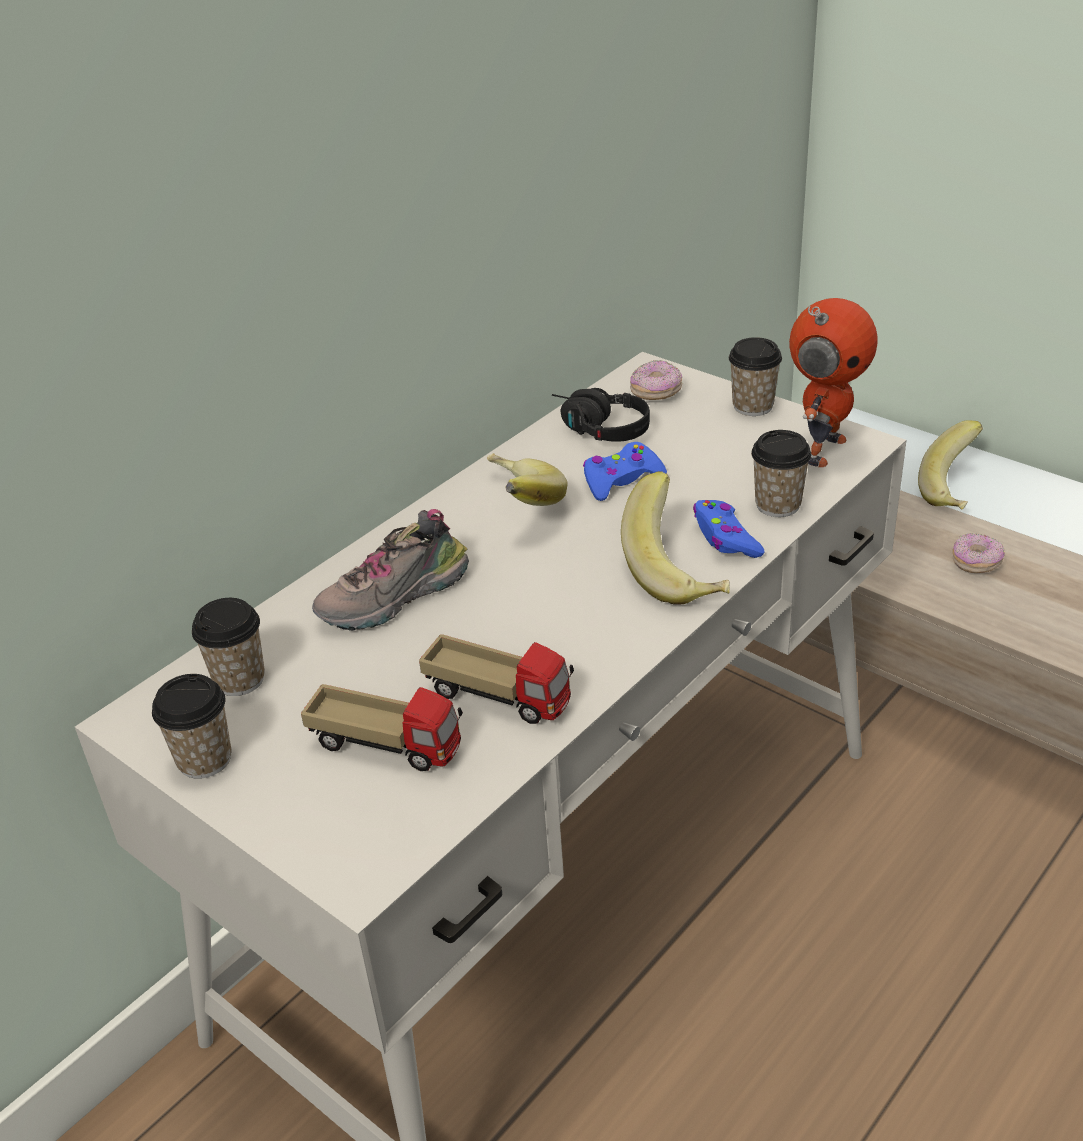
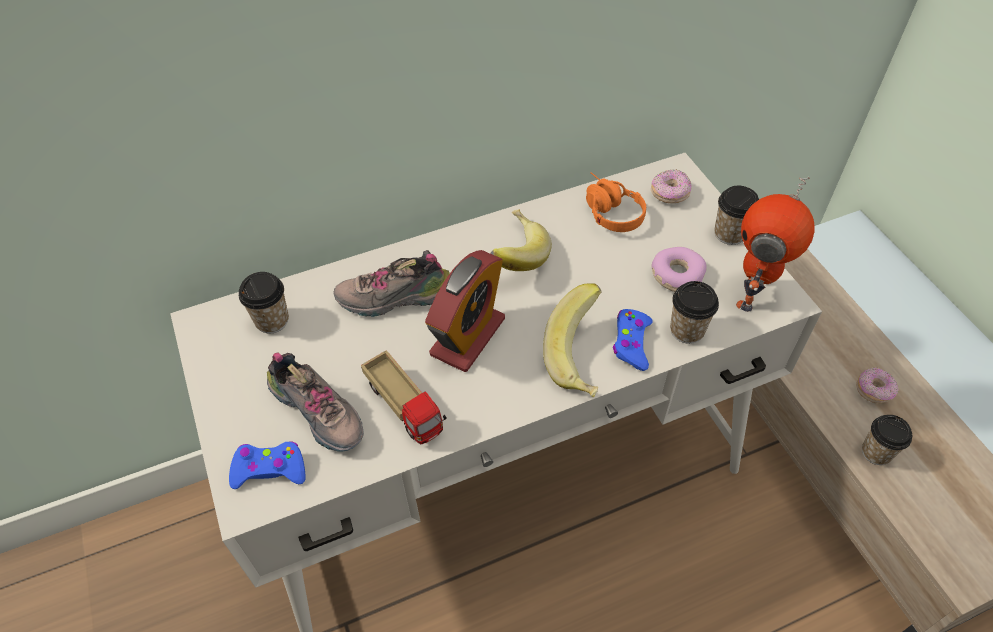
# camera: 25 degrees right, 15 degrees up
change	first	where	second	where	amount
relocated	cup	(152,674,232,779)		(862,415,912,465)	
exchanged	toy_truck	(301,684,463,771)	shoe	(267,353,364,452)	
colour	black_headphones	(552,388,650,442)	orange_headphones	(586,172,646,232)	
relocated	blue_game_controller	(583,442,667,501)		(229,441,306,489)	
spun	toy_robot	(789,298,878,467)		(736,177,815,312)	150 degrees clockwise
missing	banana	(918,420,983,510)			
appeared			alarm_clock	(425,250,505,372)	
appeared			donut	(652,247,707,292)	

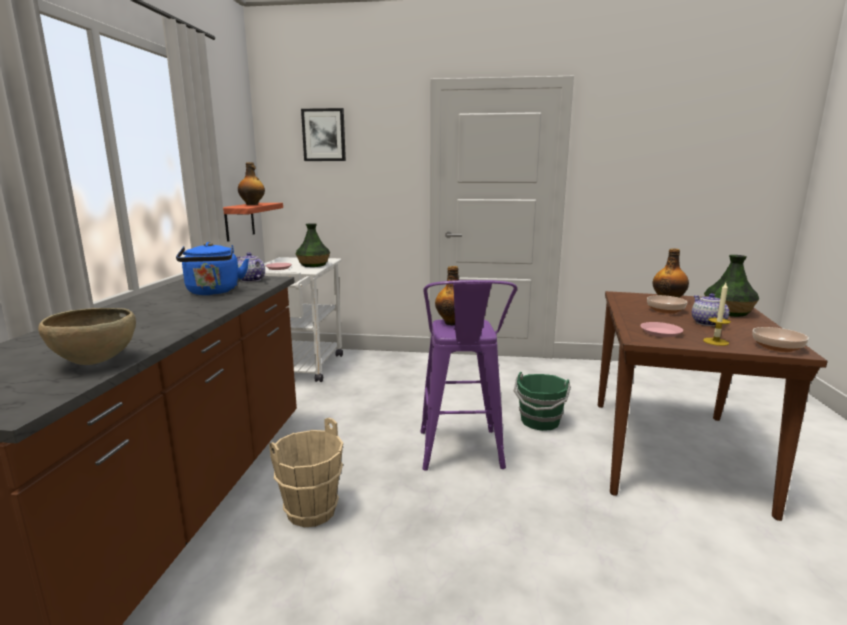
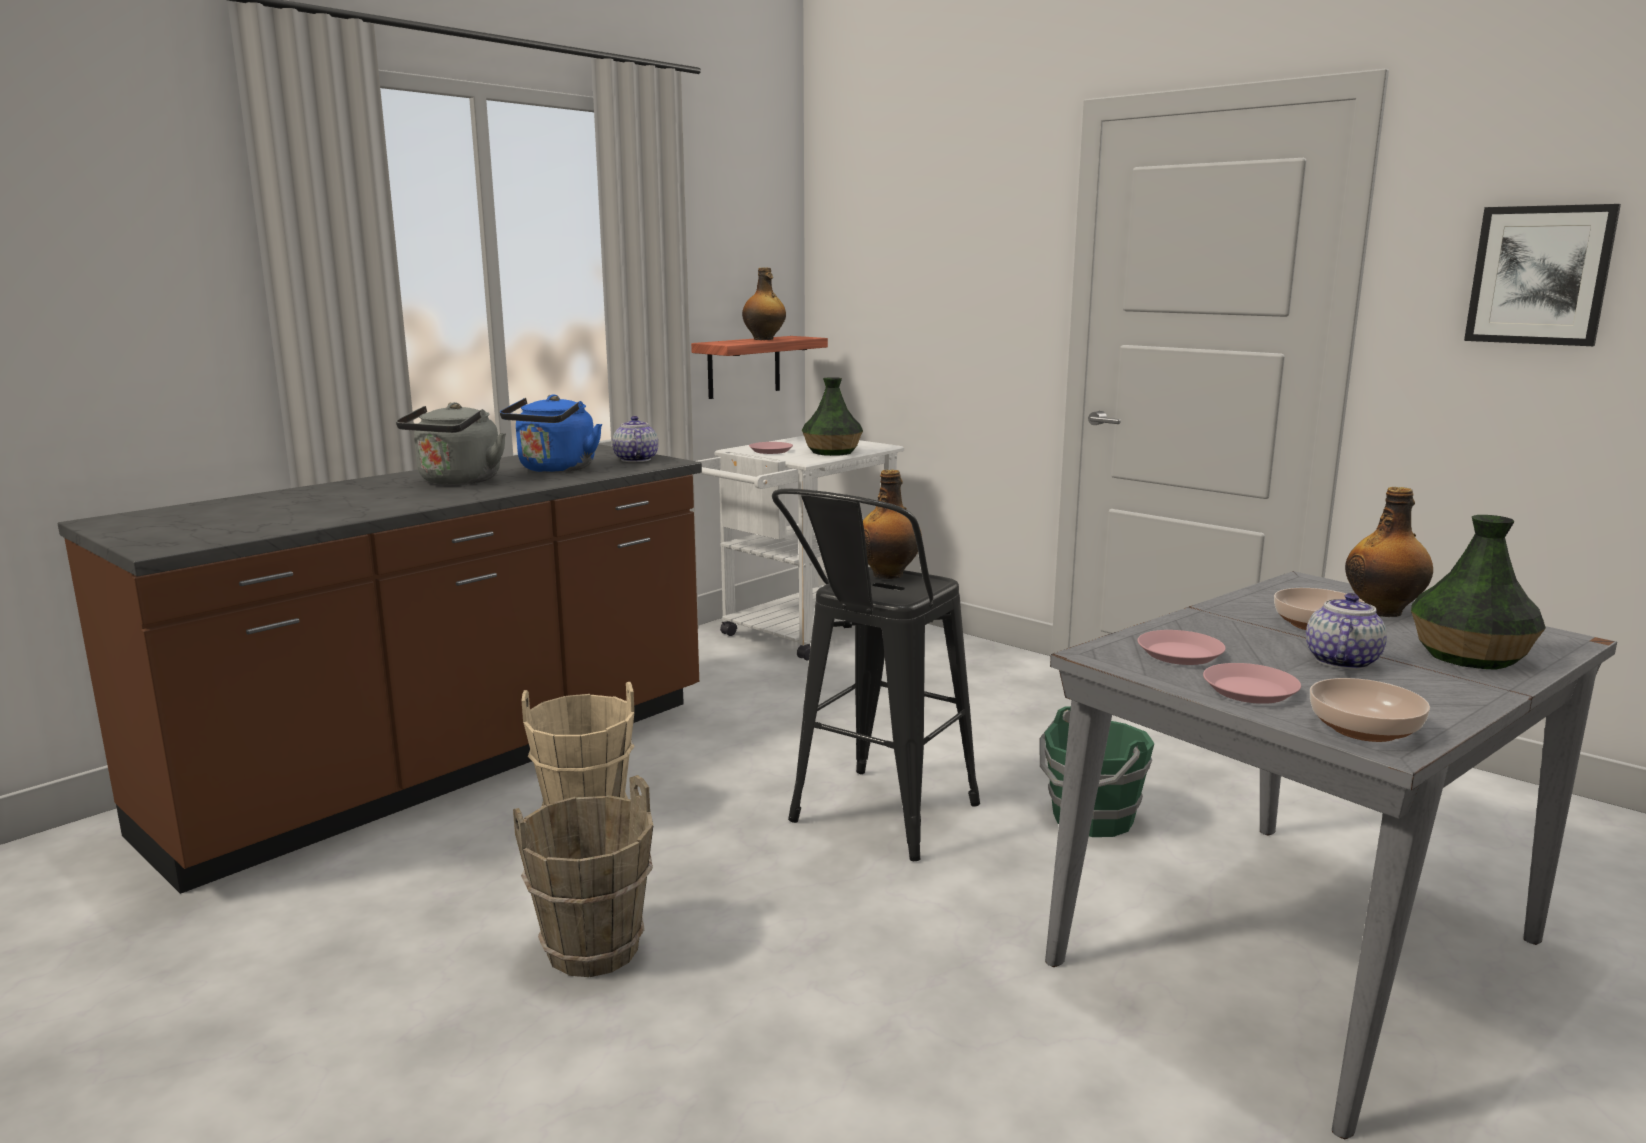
# camera: 35 degrees right, 0 degrees up
change	first	where	second	where	amount
missing	brown_bowl	(38,308,136,365)			
relocated	picture	(301,108,346,161)		(1464,204,1621,346)	
colour	purple_stool	(421,280,517,471)	black_stool	(772,489,980,861)	
colour	brown_dining_table	(598,291,828,521)	grey_dining_table	(1045,571,1617,1139)	
exchanged	candle	(703,283,731,346)	pink_plate	(1203,663,1301,704)	
appeared			grey_kettle	(396,402,506,485)	
appeared			brown_bucket	(513,775,653,977)	

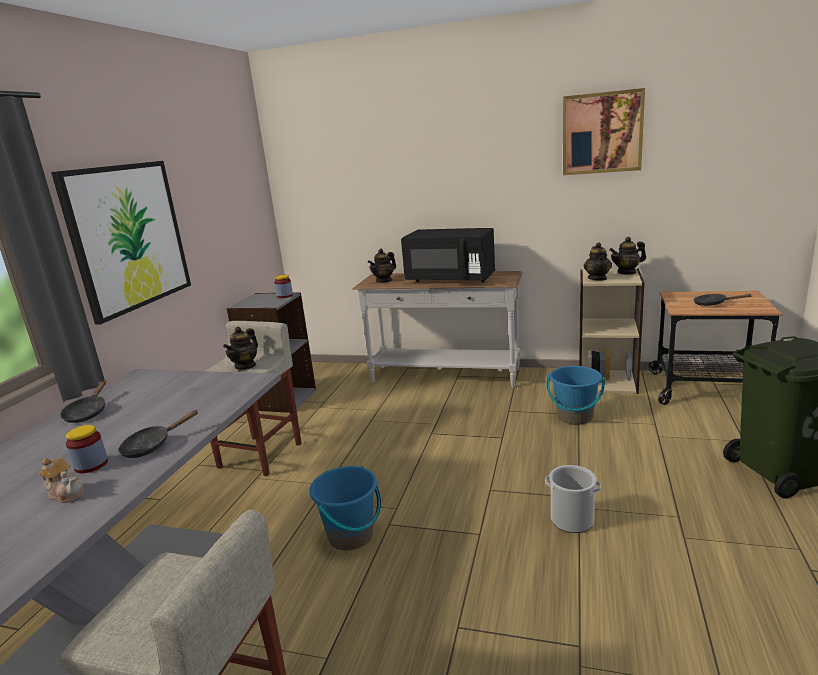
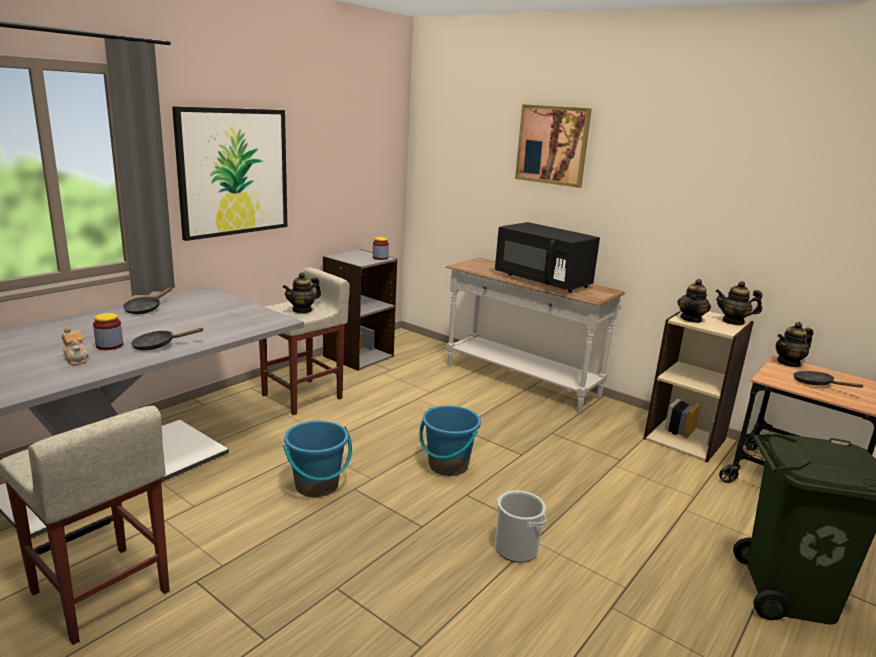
# camera: 20 degrees right, 0 degrees up
change	first	where	second	where	amount
relocated	teapot	(368,249,396,283)		(776,322,813,367)	
relocated	blue_bucket	(547,366,605,425)		(419,405,481,476)	
relocated	picture	(563,88,645,175)		(515,104,592,188)	

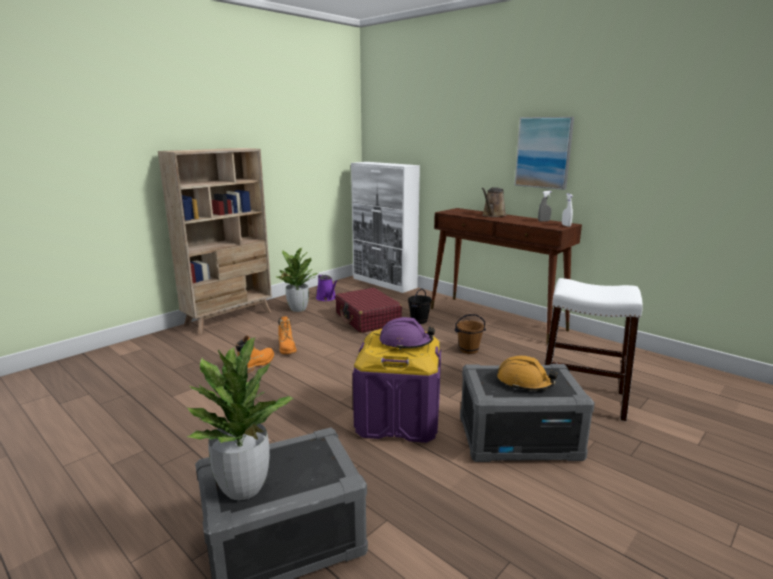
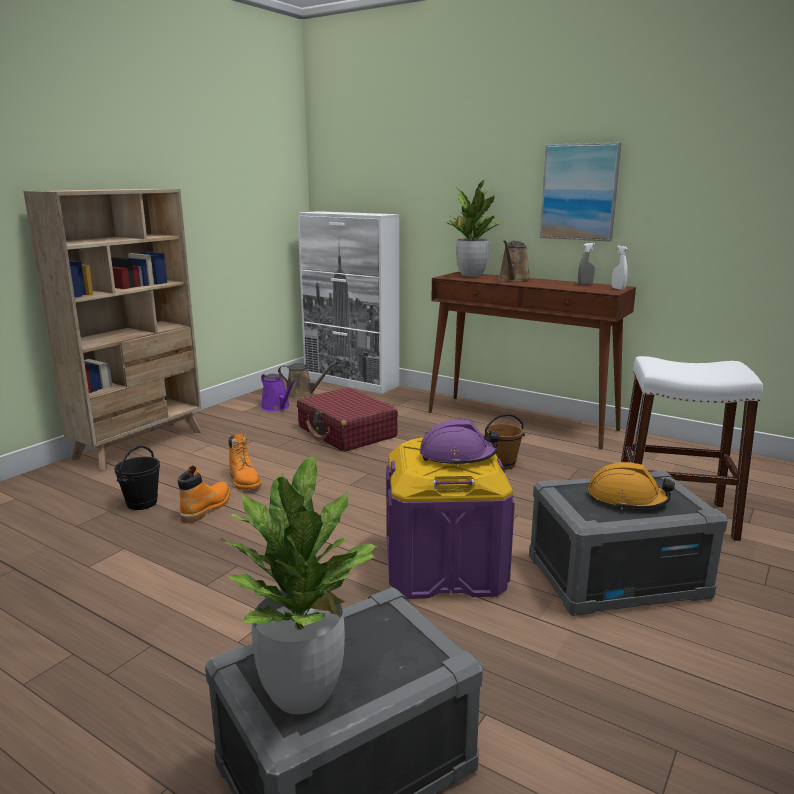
# camera: 10 degrees left, 0 degrees up
change	first	where	second	where	amount
relocated	potted_plant	(275,248,318,312)		(445,180,505,277)	
relocated	black_bucket	(408,288,432,324)		(114,446,160,510)	
appeared			brown_watering_can	(278,362,336,398)	

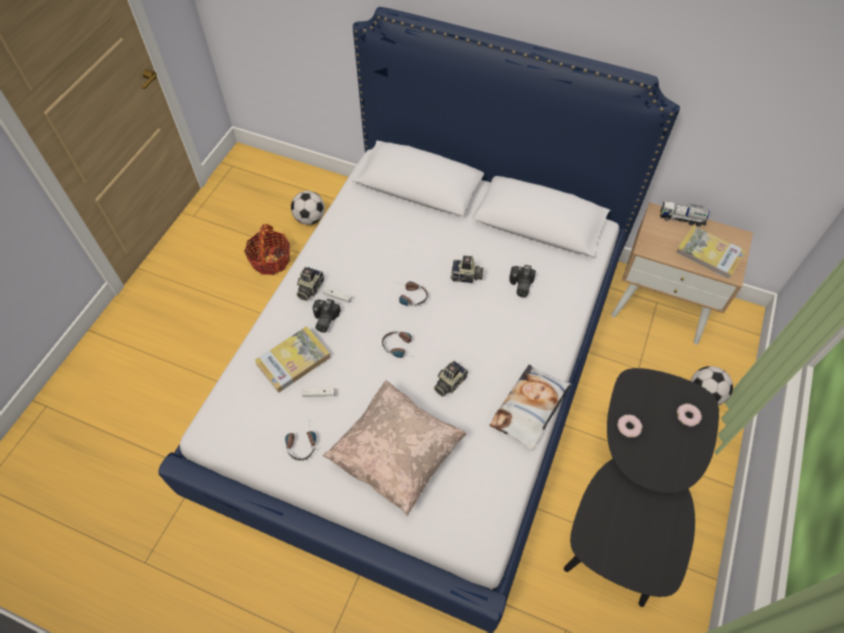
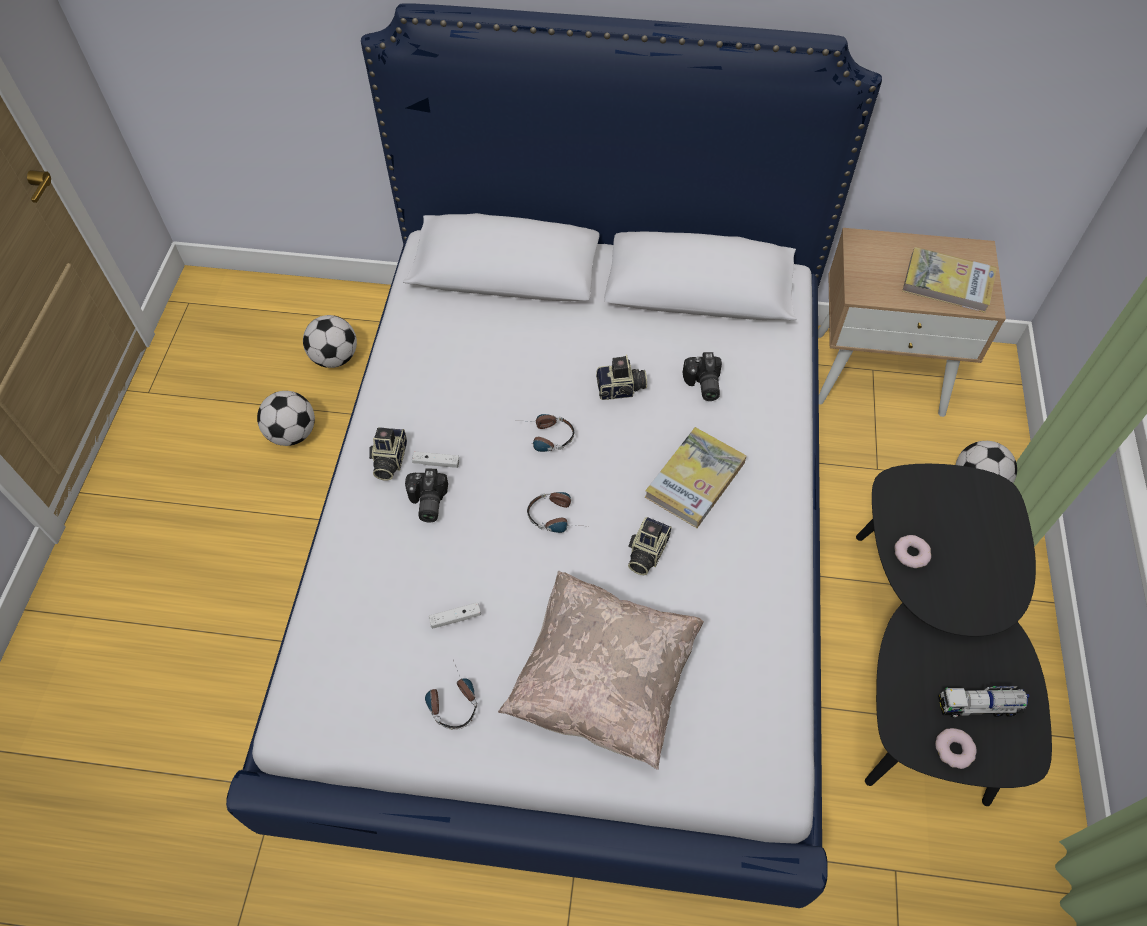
# camera: 15 degrees left, 0 degrees up
change	first	where	second	where	amount
exchanged	basket	(244,224,290,275)	football	(257,391,315,446)	
relocated	book	(254,326,331,393)		(645,427,746,528)	
missing	pillow	(489,365,571,451)			
relocated	toy_truck	(660,201,710,227)		(938,686,1029,717)	
relocated	donut	(677,403,702,427)		(935,728,977,769)	

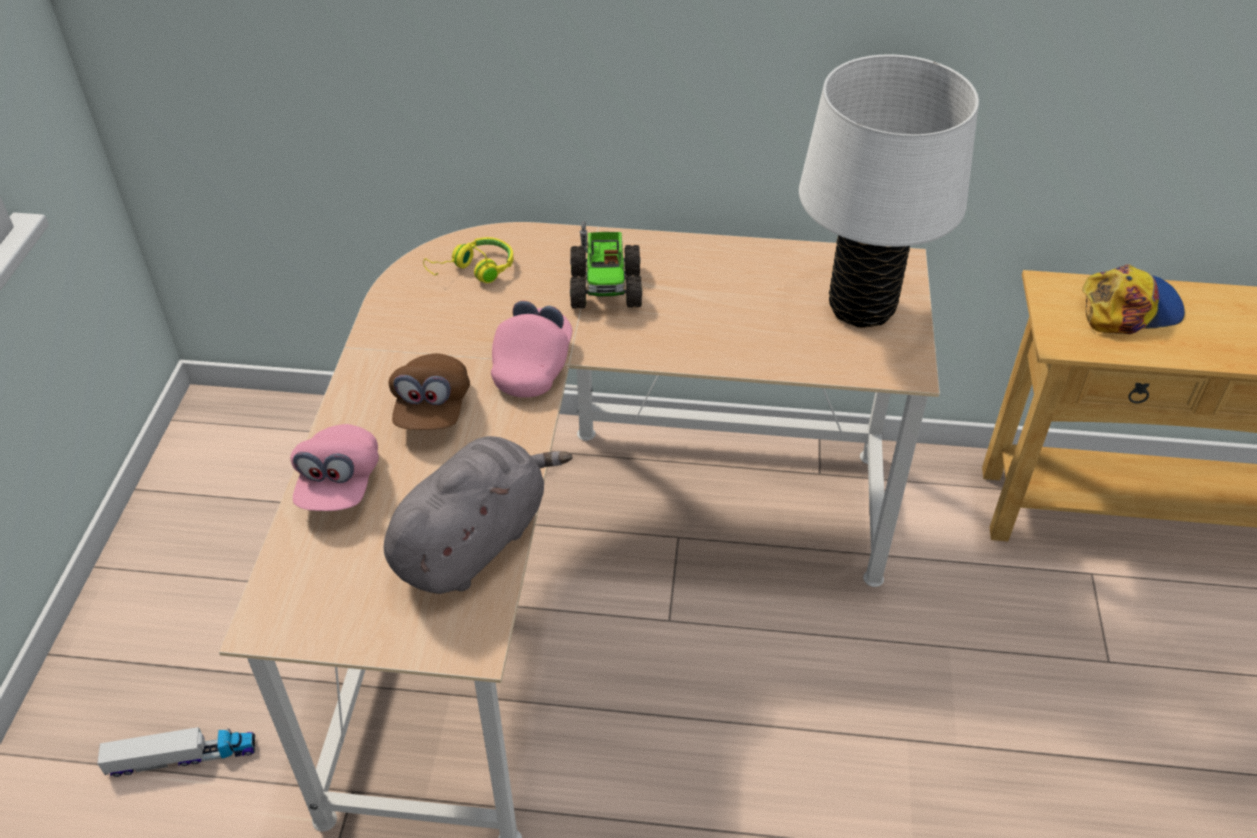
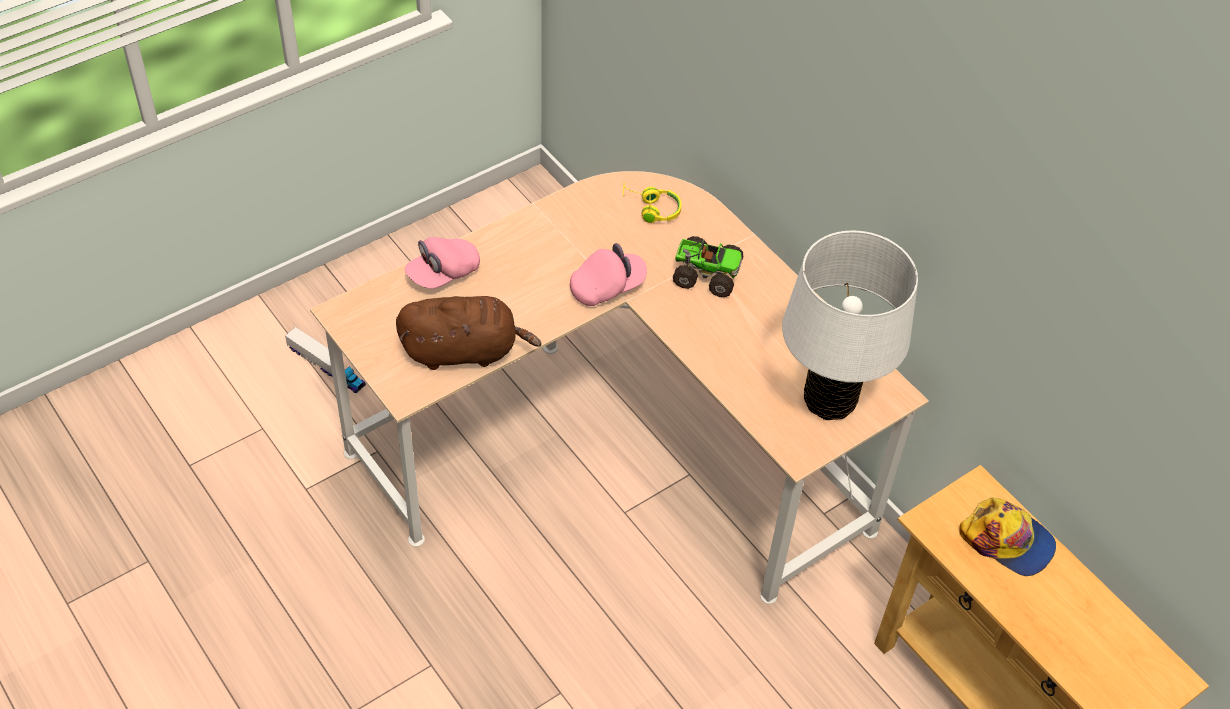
# camera: 45 degrees right, 5 degrees up
change	first	where	second	where	amount
colour	grey_plush_toy	(384,436,572,594)	brown_plush_toy	(396,296,541,370)	
missing	brown_cap	(389,353,470,430)			
spun	toy_truck	(570,221,642,309)		(673,236,743,297)	120 degrees counterclockwise

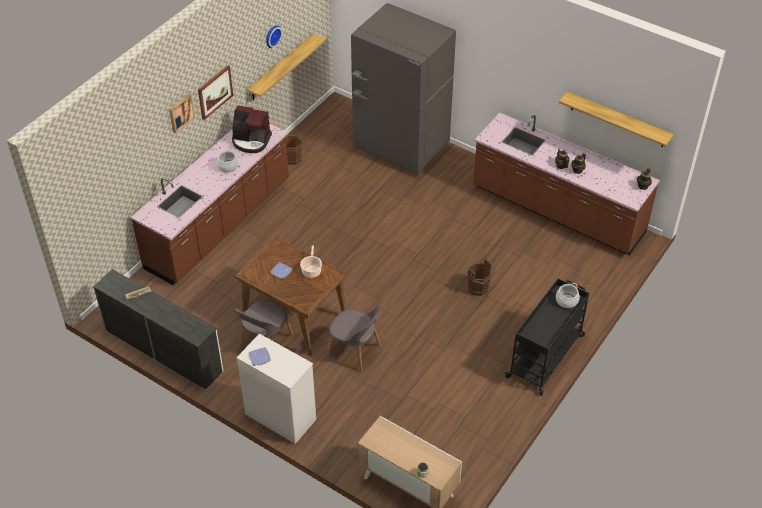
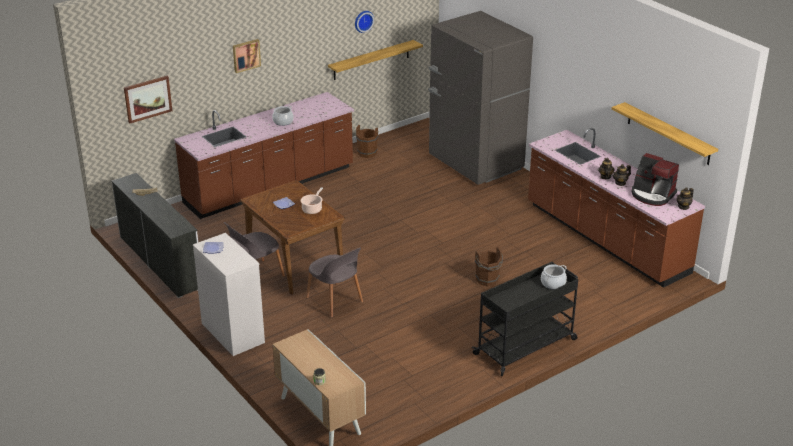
# camera: 20 degrees right, 15 degrees down
change	first	where	second	where	amount
relocated	picture	(198,65,233,120)		(124,76,172,123)	
relocated	coffee_machine	(232,105,272,153)		(631,153,679,206)	

